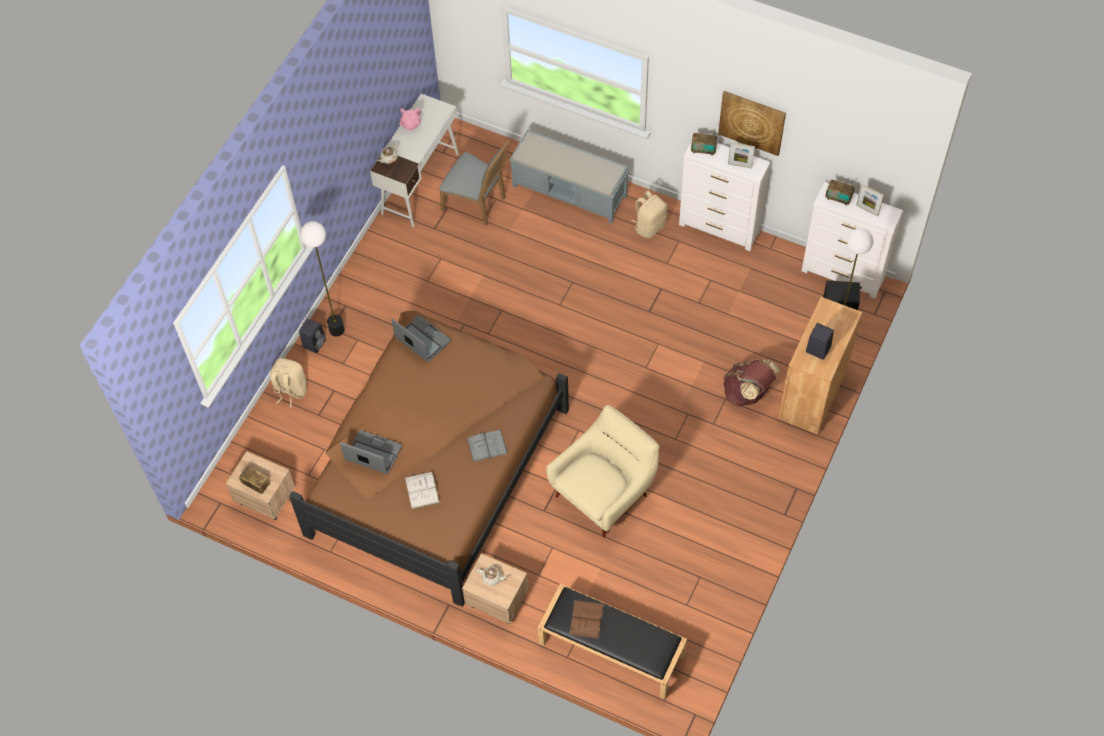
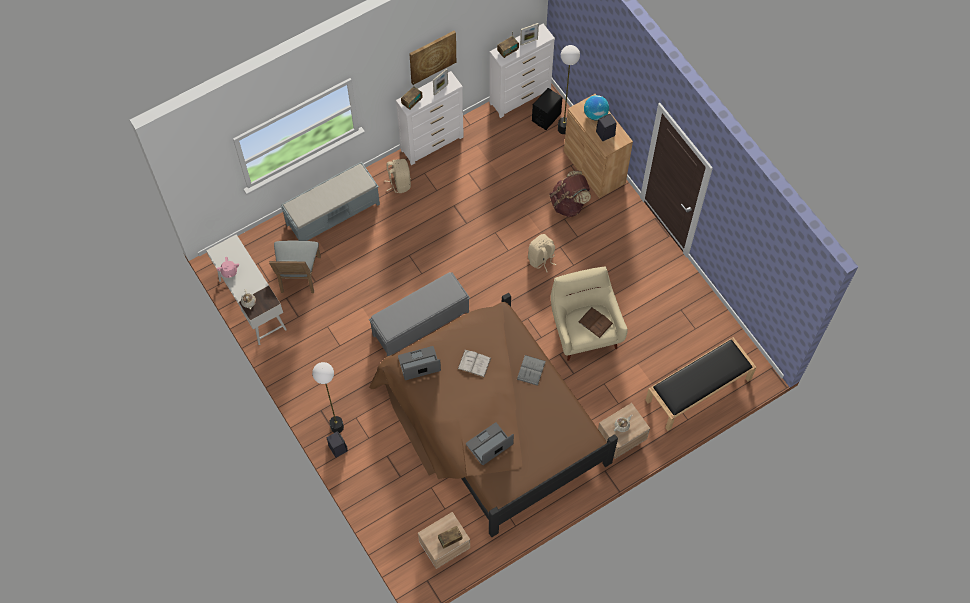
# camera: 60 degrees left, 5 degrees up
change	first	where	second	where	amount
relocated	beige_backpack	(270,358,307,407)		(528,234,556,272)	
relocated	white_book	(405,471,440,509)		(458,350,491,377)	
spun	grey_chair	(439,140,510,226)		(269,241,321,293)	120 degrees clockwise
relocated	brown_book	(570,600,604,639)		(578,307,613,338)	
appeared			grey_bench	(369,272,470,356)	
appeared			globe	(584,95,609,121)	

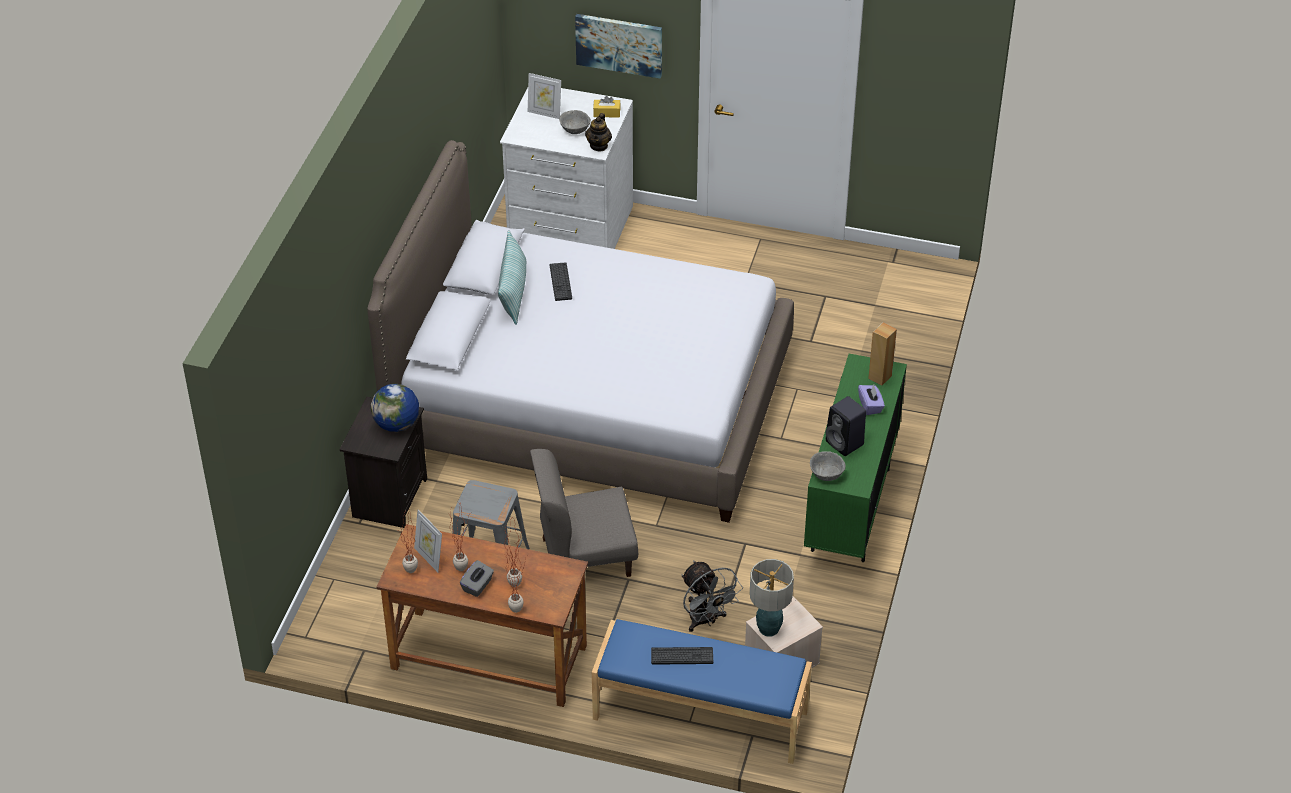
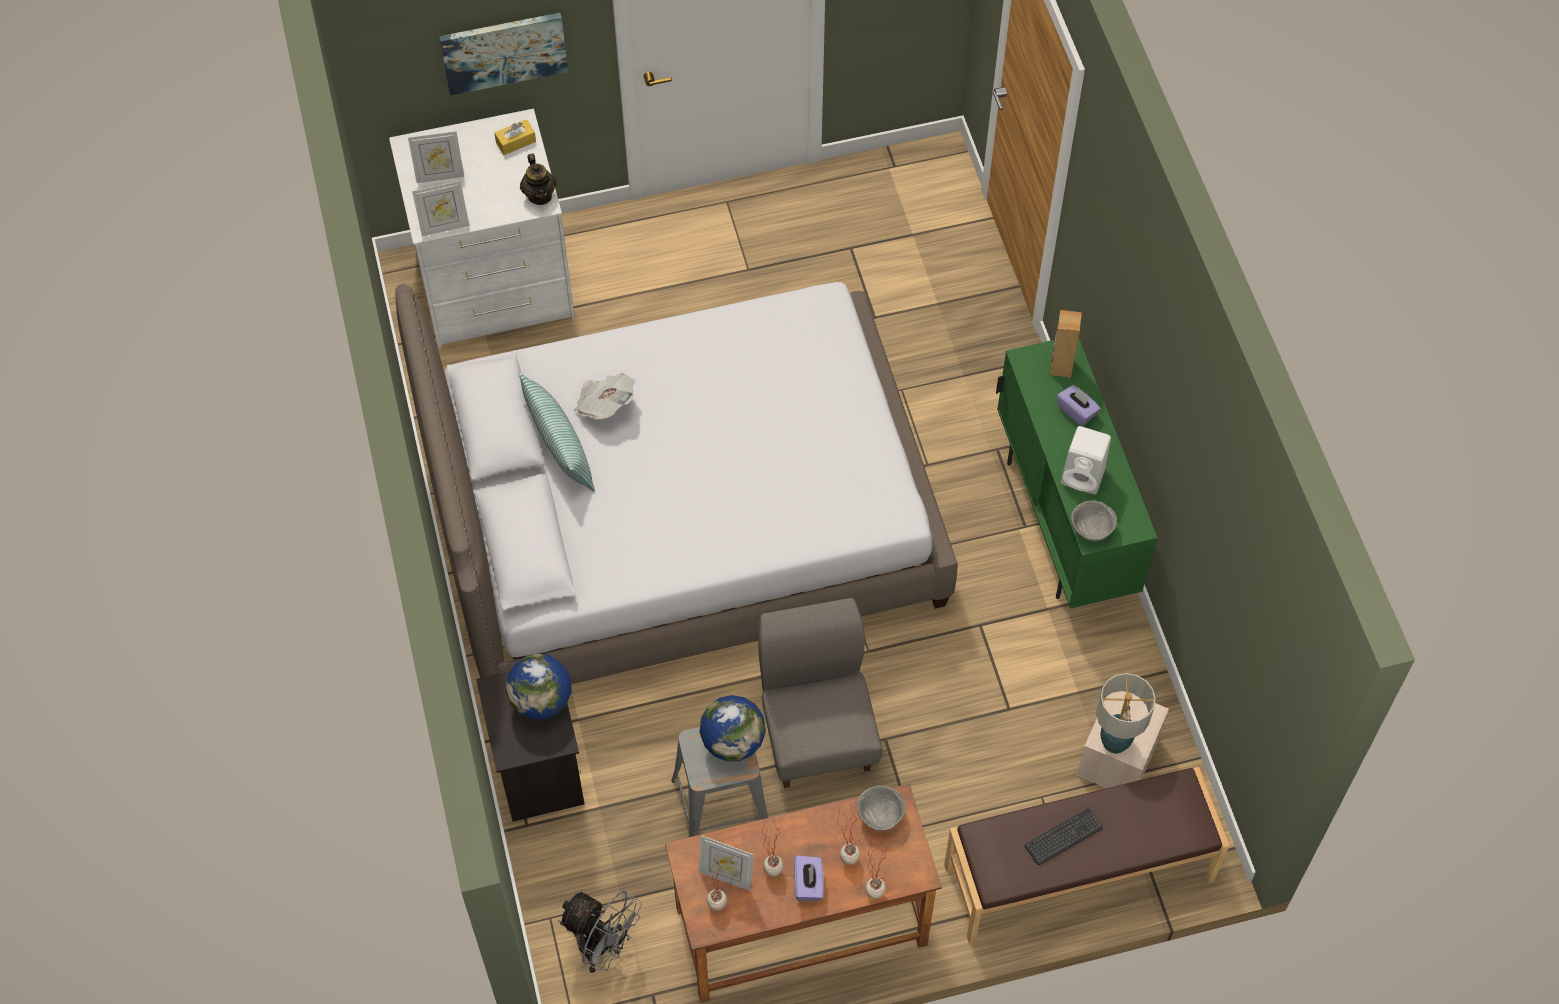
# camera: 30 degrees left, 15 degrees up
change	first	where	second	where	amount
colour	grey_tissue_box	(460,560,494,597)	purple_tissue_box	(794,855,824,901)	
spun	grey_chair	(530,449,638,577)		(758,598,882,788)	120 degrees clockwise
exchanged	keyboard	(550,262,572,301)	newspaper	(574,373,636,419)	
relocated	grey_bowl	(560,110,591,134)		(857,785,906,831)	
colour	blue_bench	(592,619,812,764)	brown_bench	(944,767,1229,944)	
relocated	grey_fan	(681,560,743,632)		(558,891,642,973)	
colour	black_speaker	(826,396,866,456)	white_speaker	(1061,426,1111,494)	
appeared			picture_frame	(412,181,469,236)	
appeared			globe	(700,695,766,762)	

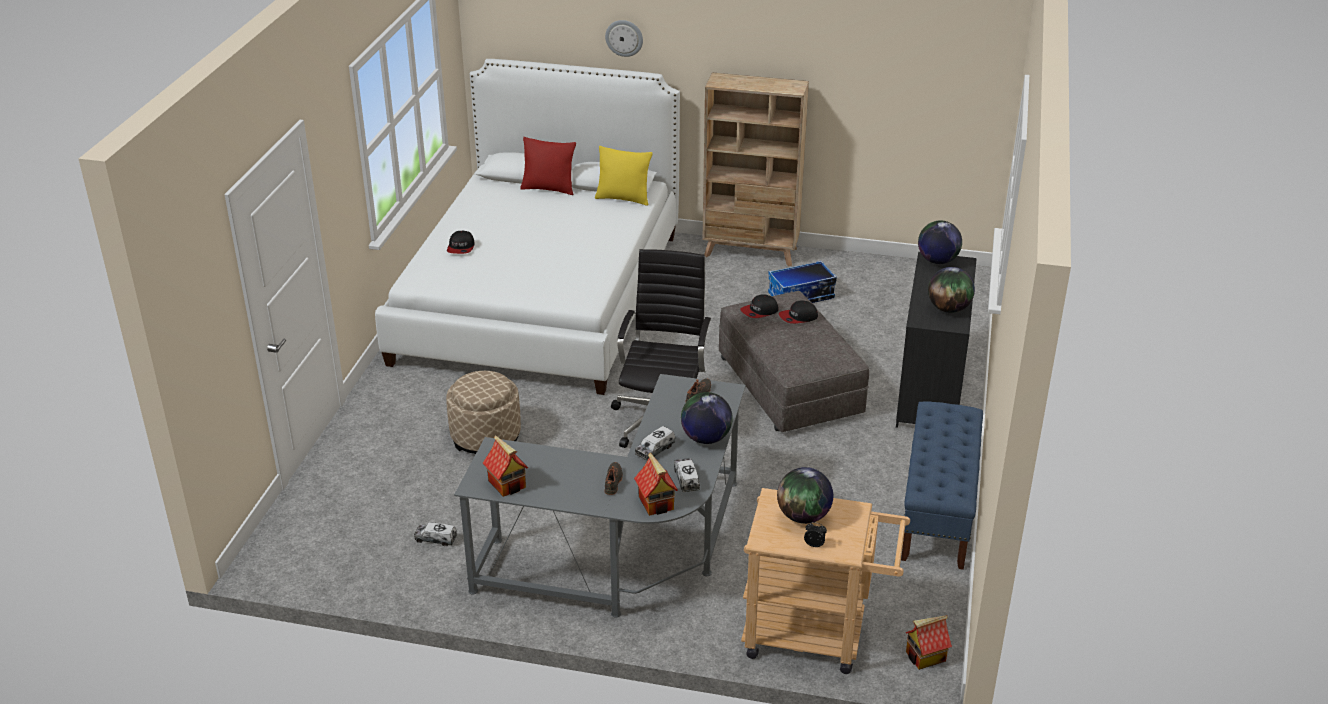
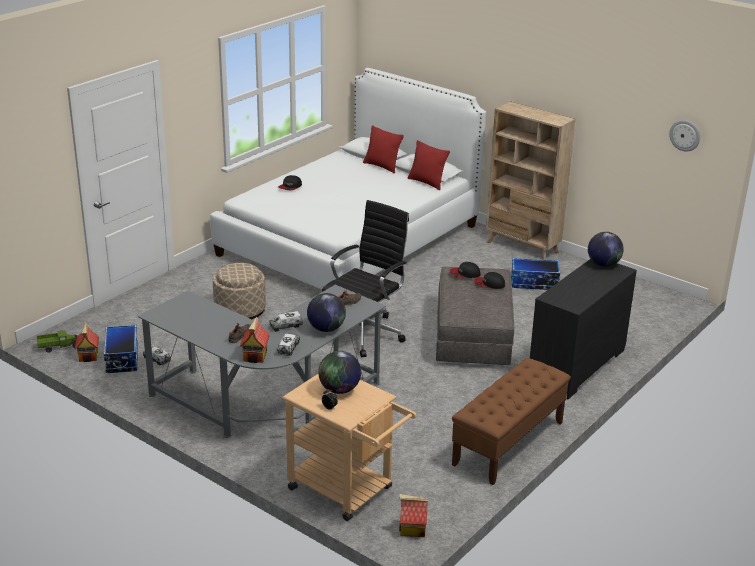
# camera: 25 degrees right, 5 degrees down
change	first	where	second	where	amount
relocated	toy_house	(483,435,528,497)		(75,323,99,362)	
colour	yellow_pillow	(595,146,652,206)	red_pillow	(407,140,450,190)	
relocated	wall_clock	(605,20,643,57)		(669,120,700,152)	
colour	blue_bench	(901,401,983,570)	brown_bench	(452,358,571,485)	
missing	globe	(928,267,975,313)			
appeared			toy_truck	(37,331,78,353)	
appeared			storage_box	(104,325,138,373)	

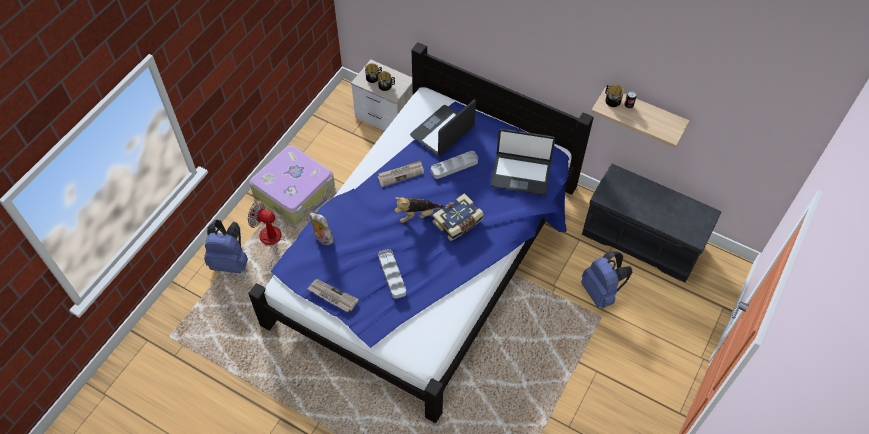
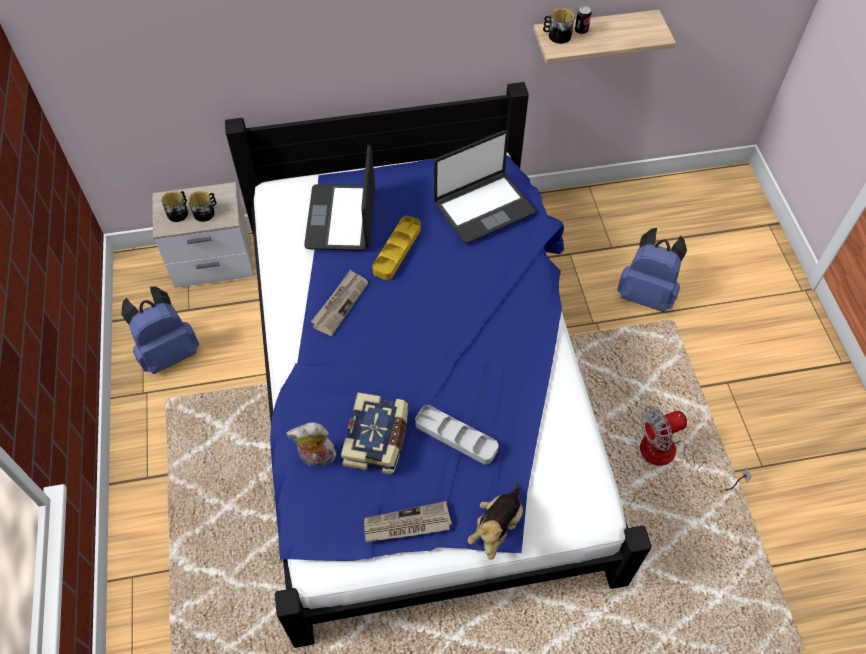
# camera: 40 degrees left, 0 degrees up
change	first	where	second	where	amount
relocated	blue_backpack	(204,219,248,273)		(121,287,199,374)	
relocated	fan	(248,201,286,264)		(640,406,752,490)	
missing	suitcase	(249,145,335,223)			
relocated	plush_toy	(395,197,444,223)		(468,483,523,560)	
colour	grey_tray	(431,151,478,179)	yellow_tray	(372,216,421,280)	
relocated	book	(433,193,484,241)		(341,393,408,474)	
missing	grey_bench	(582,164,721,283)			

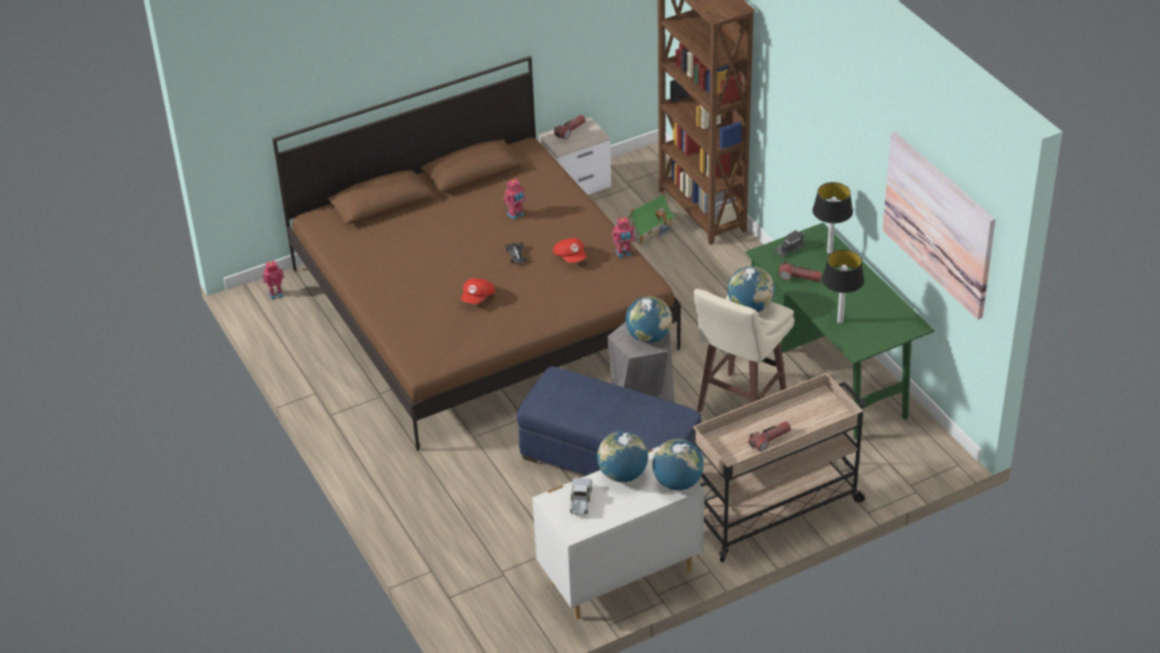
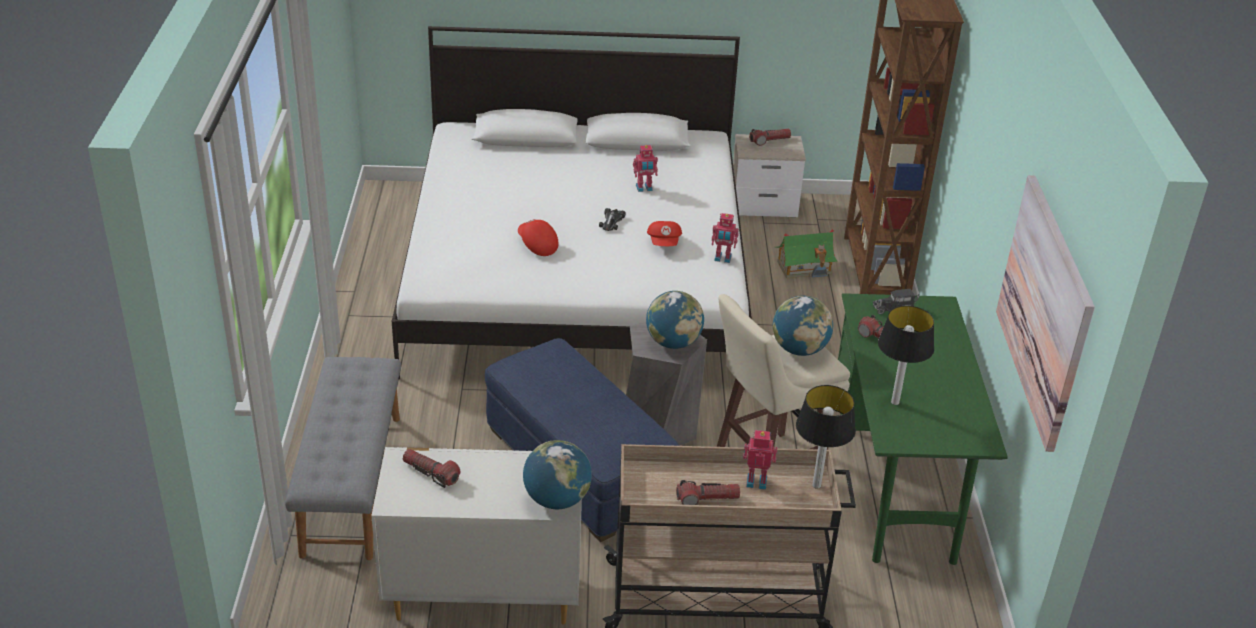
# camera: 25 degrees right, 5 degrees down
change	first	where	second	where	amount
relocated	toy_robot	(262,261,284,300)		(743,430,777,490)	
colour	brown_bed	(272,56,681,451)	white_bed	(392,26,752,389)	
spun	red_cap	(461,278,495,304)		(518,219,558,256)	90 degrees clockwise
exchanged	toy_truck	(570,478,592,517)	flashlight	(403,449,461,488)	
missing	globe	(597,431,648,482)			
relocated	table_lamp	(813,182,853,254)		(796,385,856,489)	
appeared			grey_bench	(285,357,401,560)	

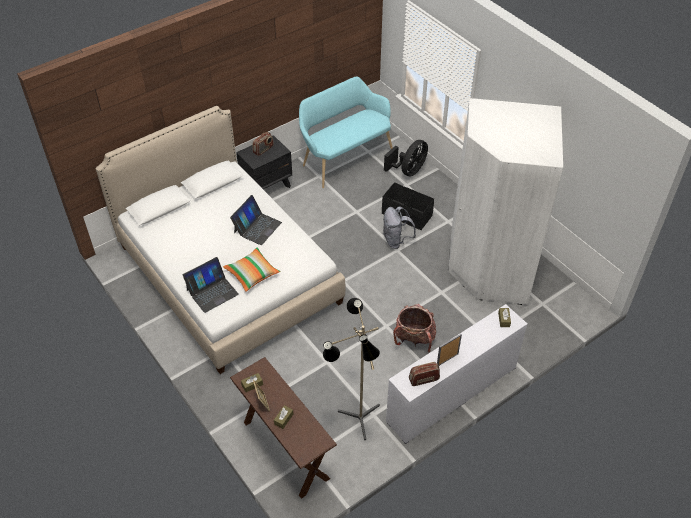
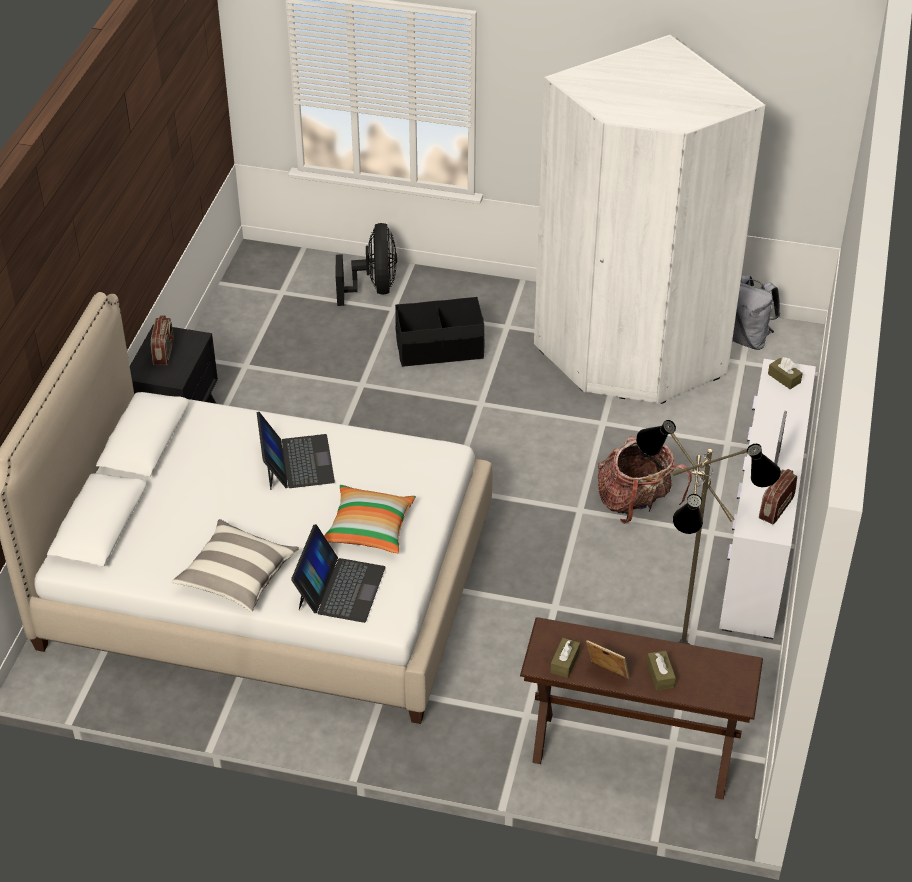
# camera: 40 degrees left, 5 degrees down
change	first	where	second	where	amount
missing	turquoise_bench	(299,77,393,188)			
relocated	grey_backpack	(383,206,416,249)		(732,276,780,350)	
appeared			pillow	(172,519,299,612)	

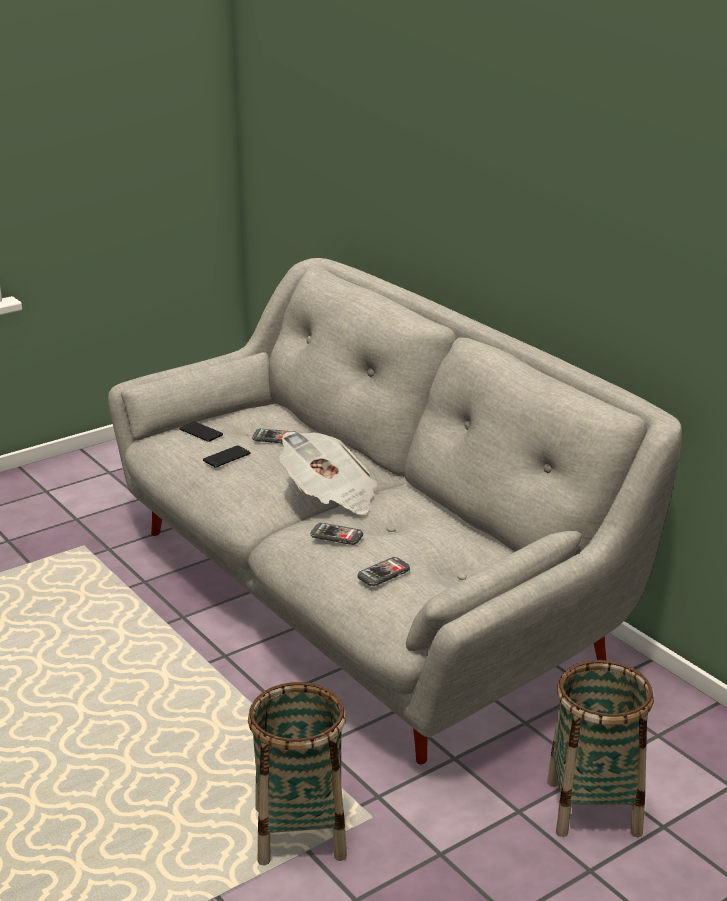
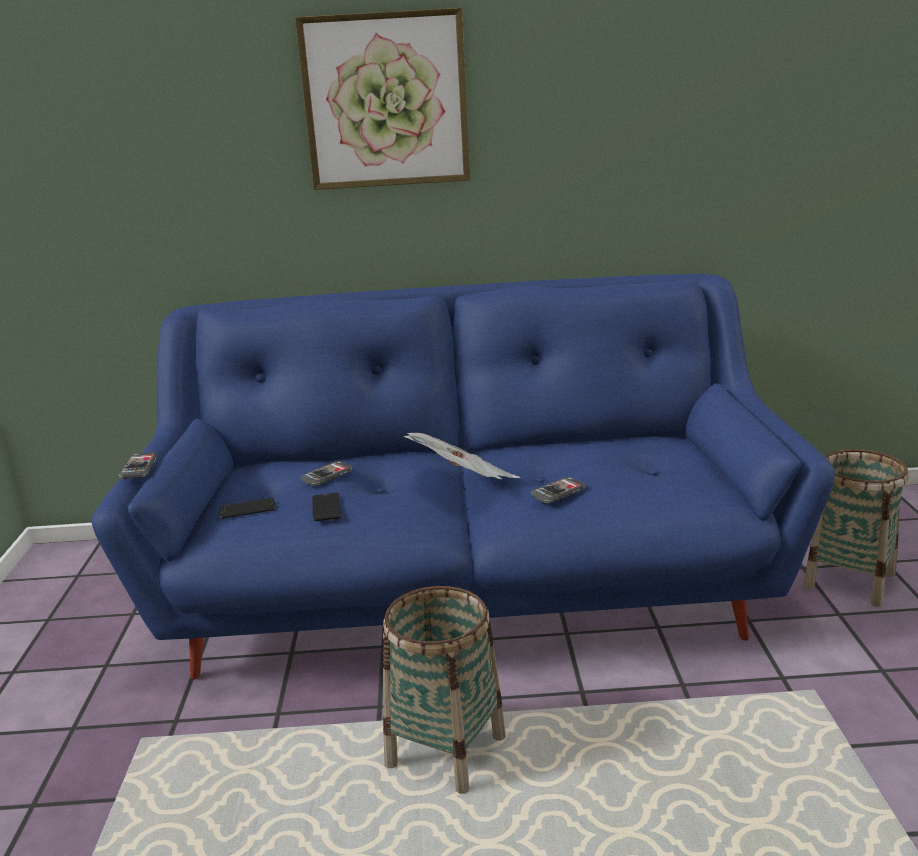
# camera: 55 degrees left, 5 degrees down
change	first	where	second	where	amount
colour	grey_sofa	(108,258,682,764)	blue_sofa	(92,274,835,679)	
relocated	basket	(248,682,347,866)		(383,586,505,794)	
relocated	phone	(357,557,410,586)		(119,452,157,479)	
appeared			picture	(295,8,470,190)	

